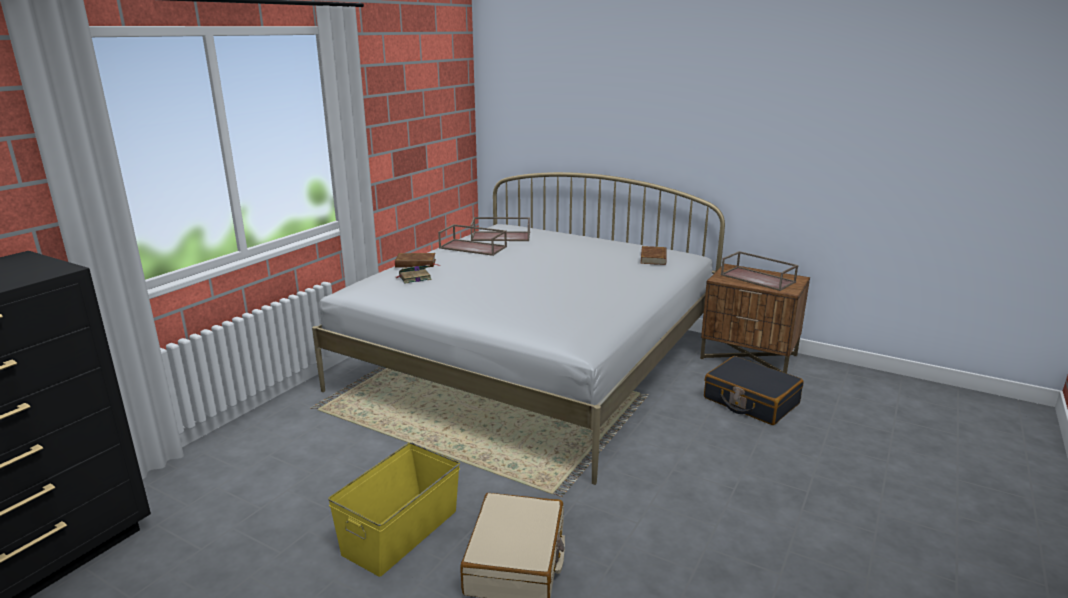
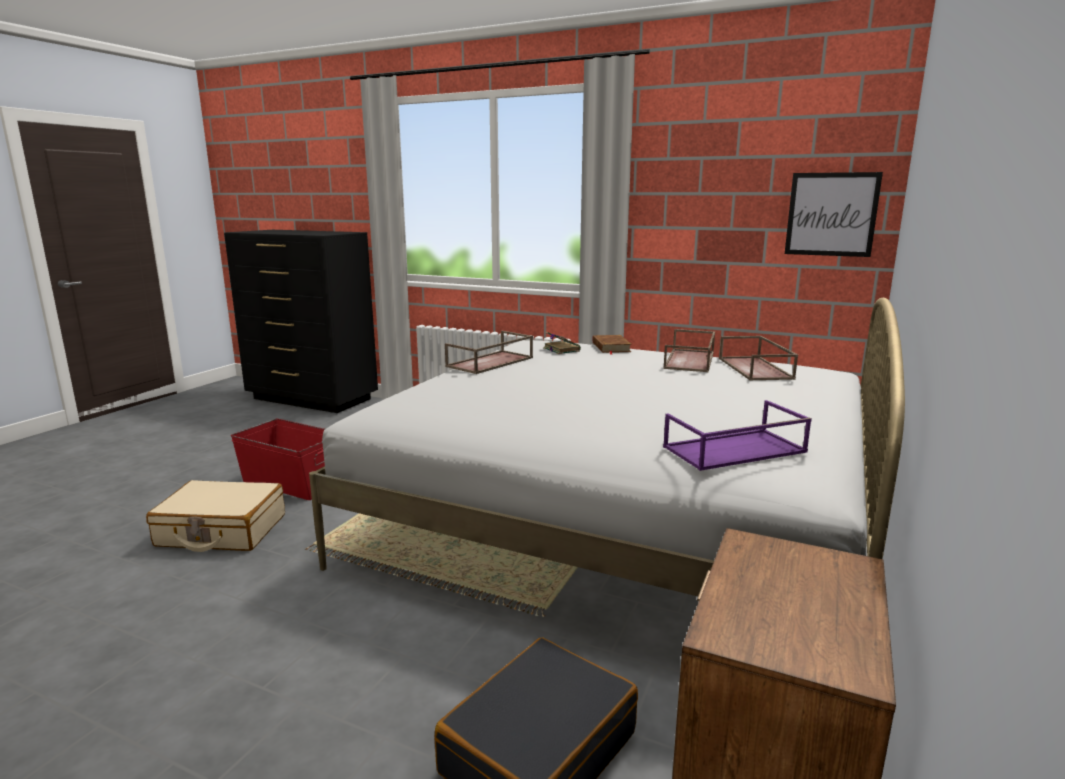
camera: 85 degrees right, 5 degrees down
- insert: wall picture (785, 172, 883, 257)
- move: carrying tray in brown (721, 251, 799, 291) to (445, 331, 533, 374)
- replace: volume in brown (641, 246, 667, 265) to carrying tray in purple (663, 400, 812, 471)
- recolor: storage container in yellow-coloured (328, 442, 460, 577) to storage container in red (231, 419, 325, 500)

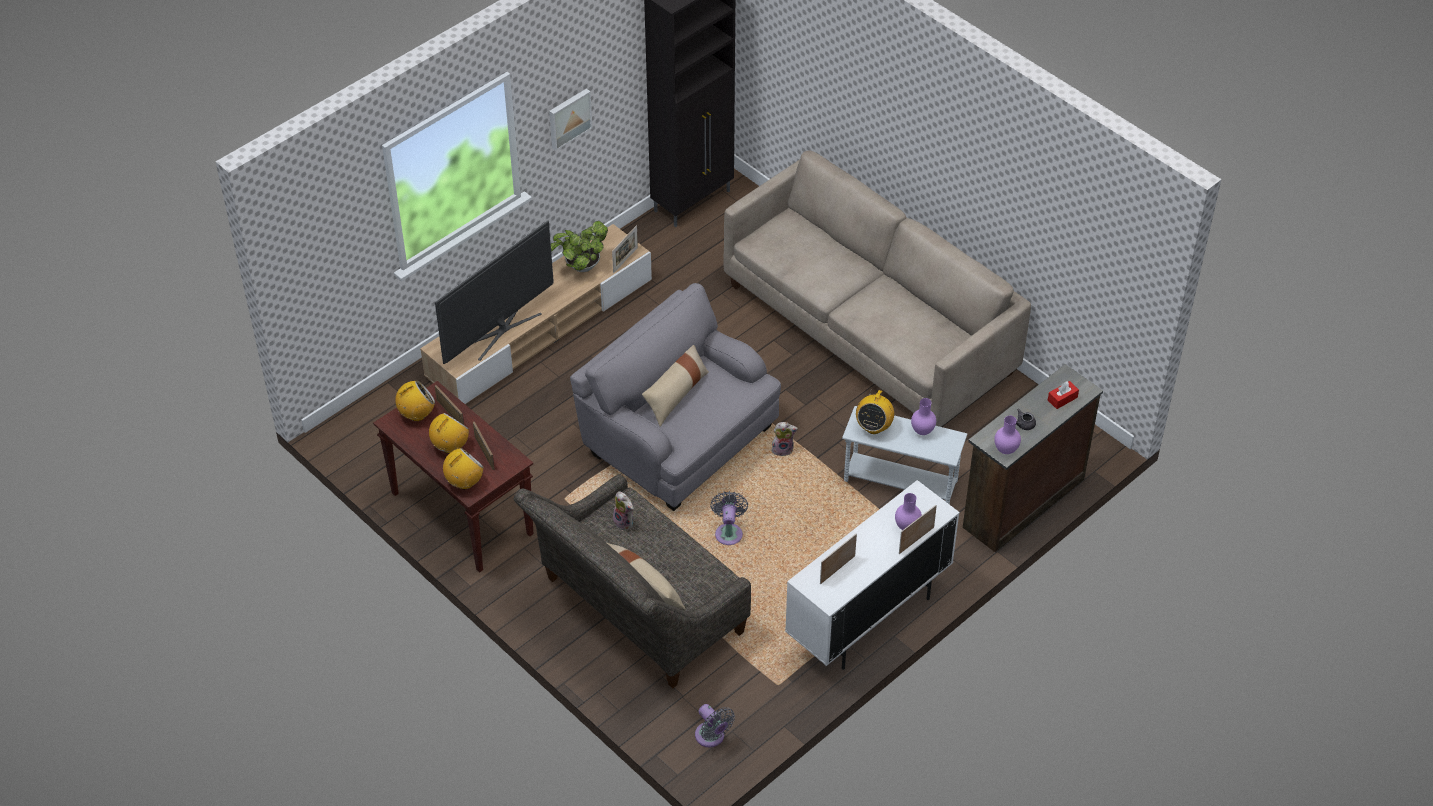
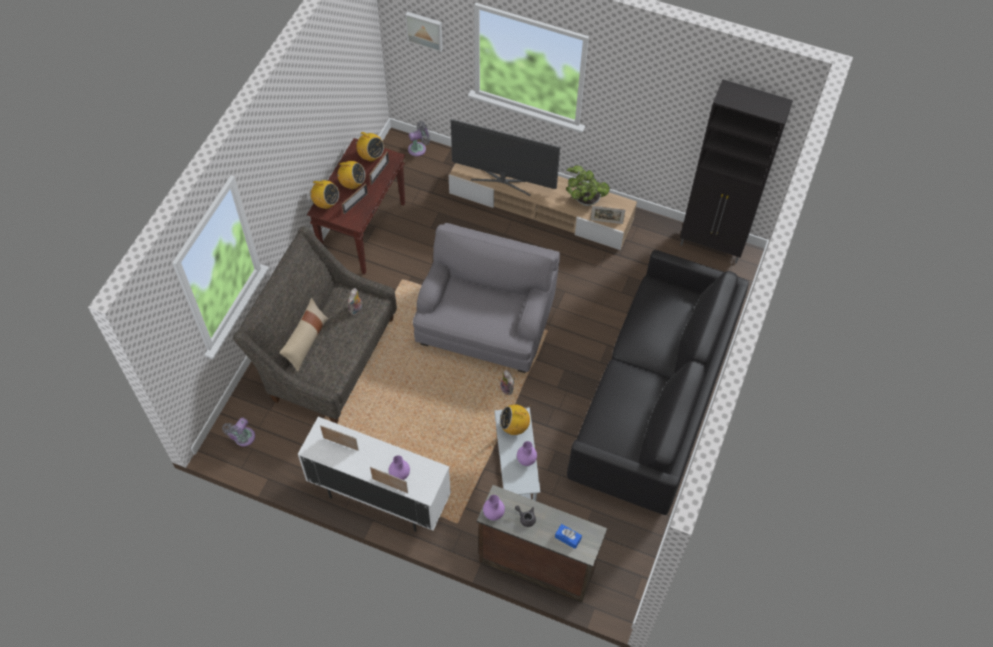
camera: 65 degrees right, 10 degrees up
- delete: cushion in sand-coloured (642, 345, 709, 426)
- move: wall picture (549, 89, 592, 151) to (405, 12, 443, 52)
- move: cooling fan in grey (710, 491, 748, 545) to (408, 121, 430, 156)
- recolor: sofa in sand-coloured (724, 150, 1031, 427) to sofa in blackish (567, 250, 749, 515)
- recolor: box of tissues in red (1048, 381, 1079, 409) to box of tissues in blue-coloured (555, 524, 582, 549)

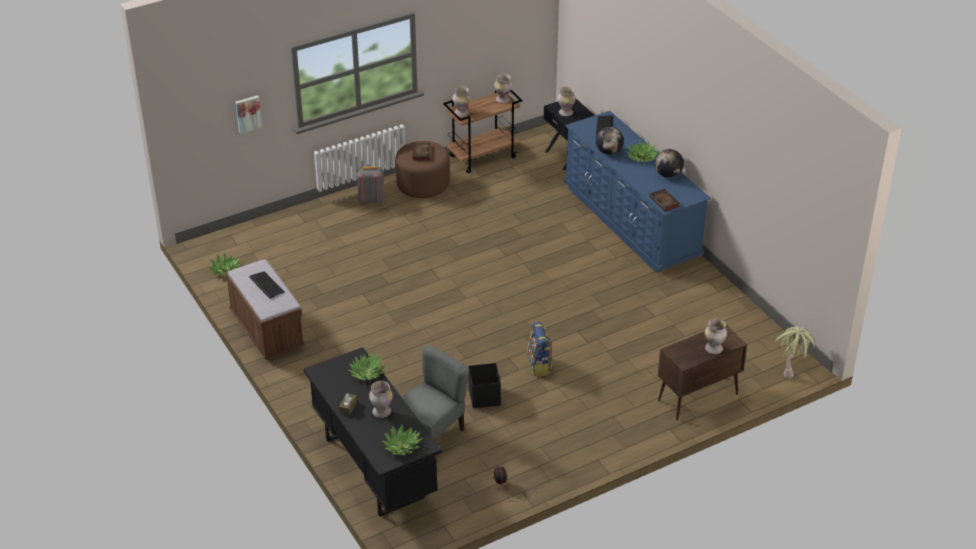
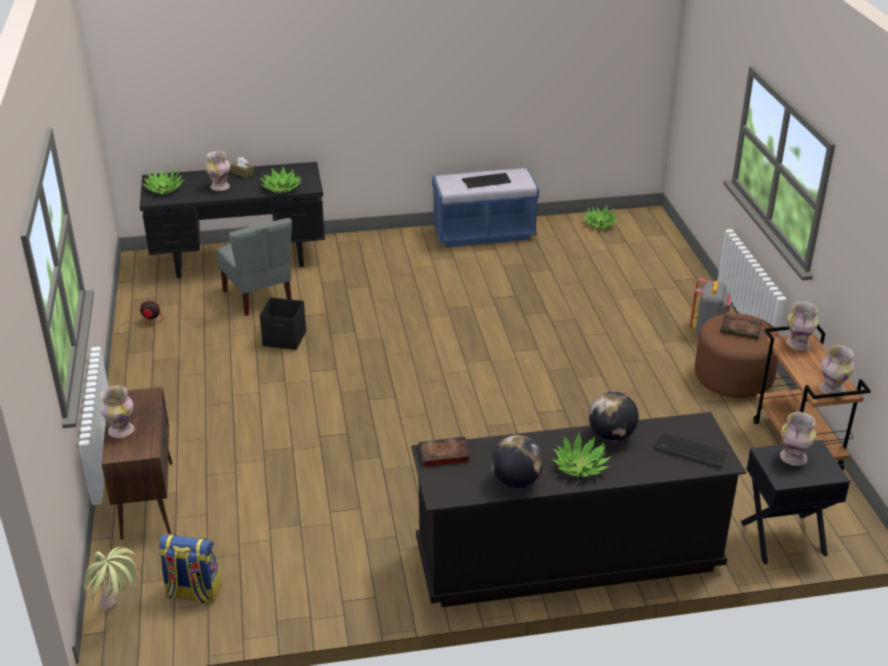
camera: 110 degrees right, 5 degrees down
- delete: wall picture (235, 95, 262, 134)
- move: backpack (527, 322, 553, 377) to (159, 534, 221, 605)
- recolor: bench in brown (225, 259, 305, 360) to bench in blue-coloured (432, 168, 539, 247)
- recolor: chest of drawers in blue-coloured (564, 111, 711, 272) to chest of drawers in blackish (411, 412, 746, 607)

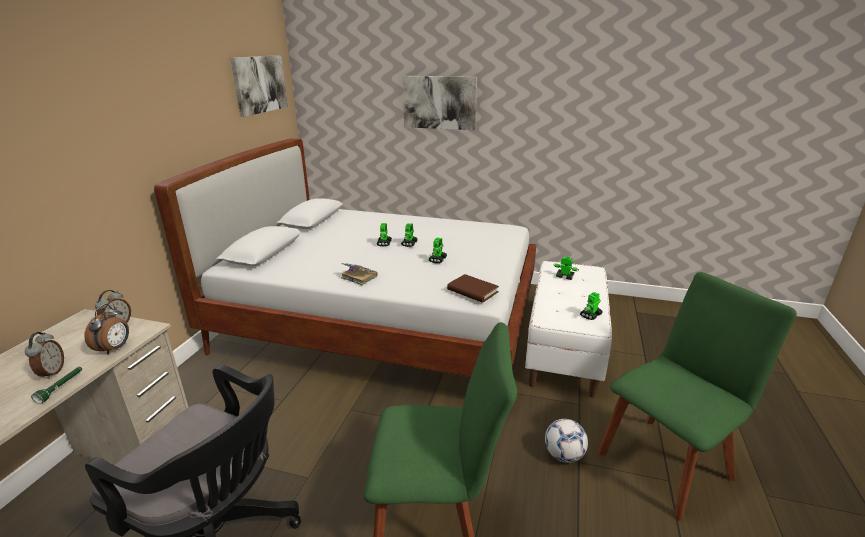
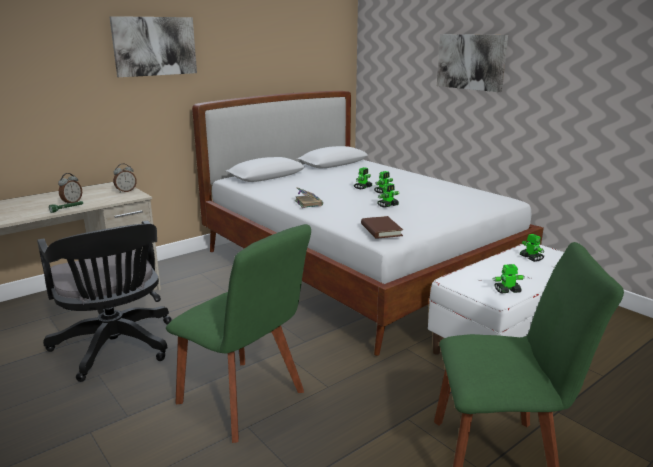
camera: 35 degrees right, 5 degrees down
- delete: alarm clock (84, 304, 129, 355)
- delete: football ball (545, 419, 588, 463)
- move: wall picture (231, 55, 288, 117) to (109, 16, 197, 77)

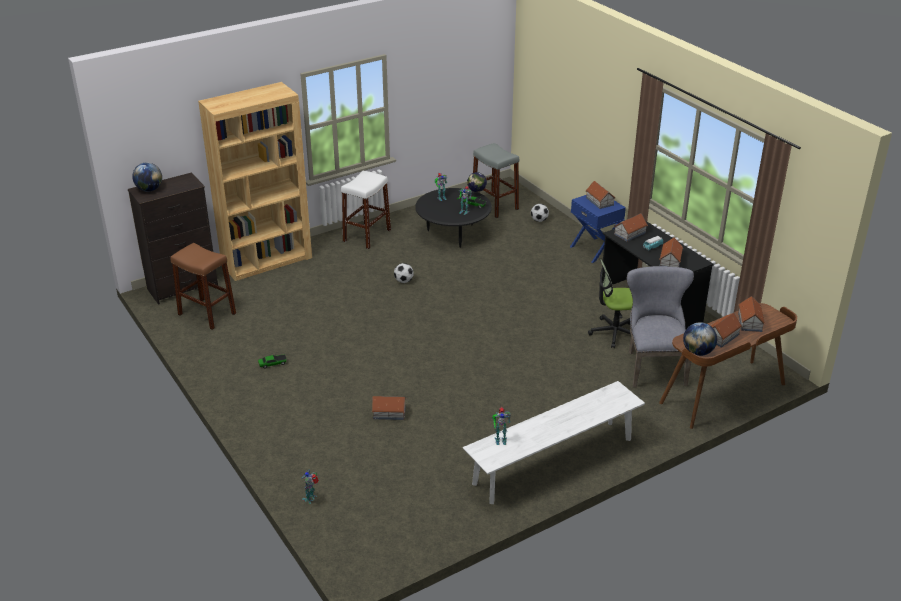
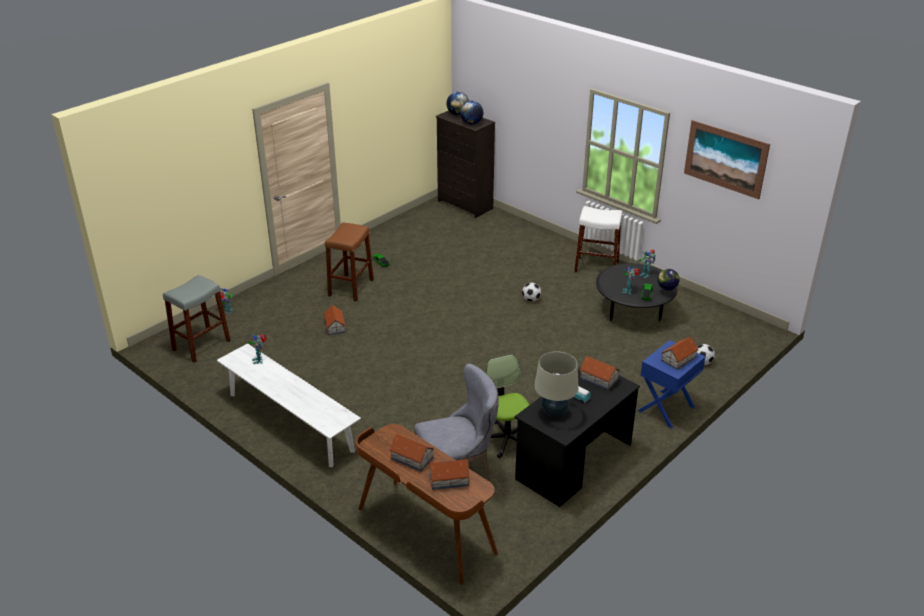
camera: 75 degrees right, 0 degrees up
- delete: bookcase in brown (198, 82, 312, 281)
- insert: wall picture (684, 120, 770, 199)
- move: sitting stool in brown (170, 243, 236, 330) to (325, 223, 374, 302)
- move: sitting stool in grey (473, 143, 519, 218) to (163, 275, 231, 363)
- move: globe (683, 322, 717, 356) to (460, 101, 483, 125)
- replace: model house (659, 238, 683, 267) to table lamp in sand-coloured (534, 351, 579, 417)

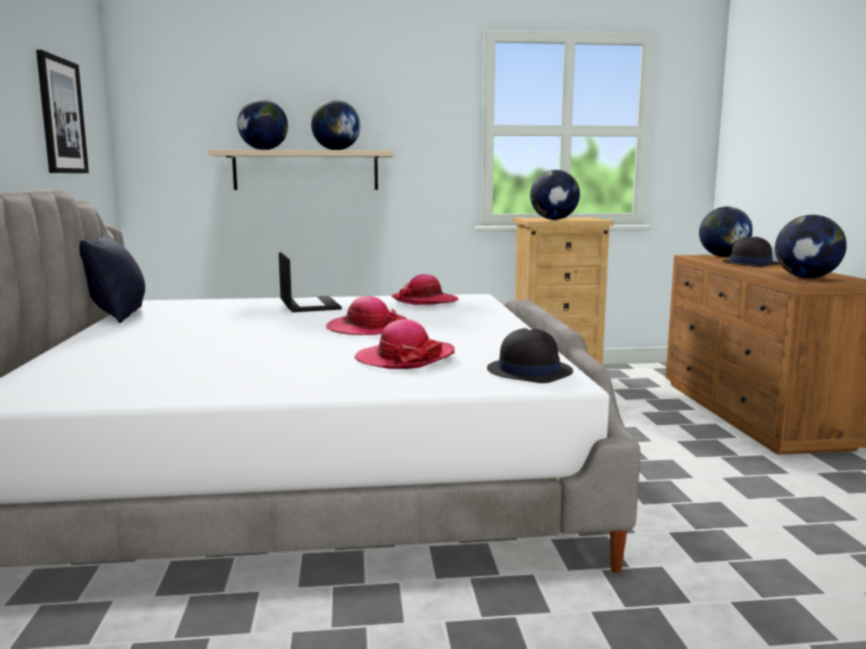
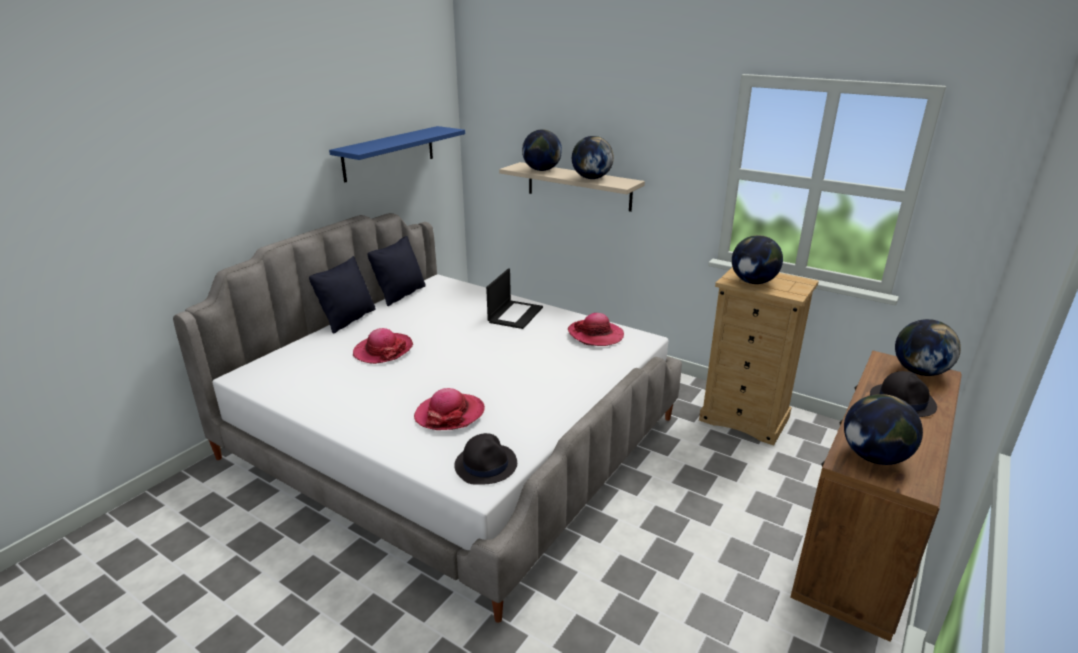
camera: 40 degrees right, 15 degrees up
- insert: cushion in blackish (309, 256, 376, 334)
- move: clothing hat (326, 296, 408, 335) to (353, 328, 413, 364)
- replace: wall picture (36, 50, 89, 173) to bracket shelf in blue-coloured (329, 126, 465, 182)

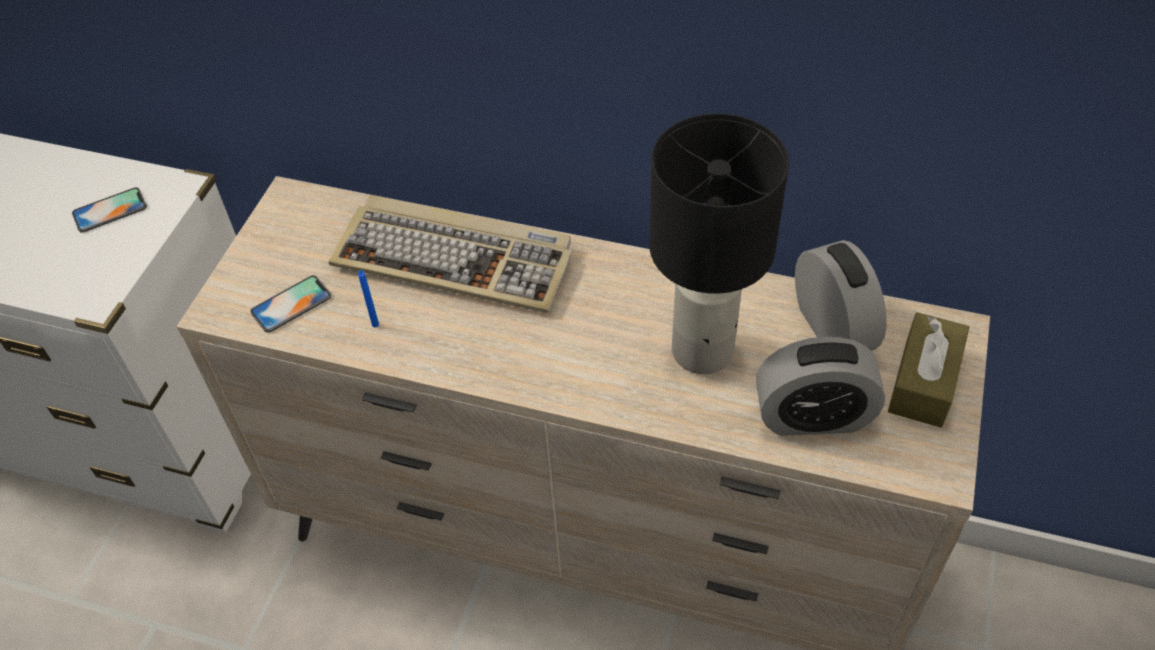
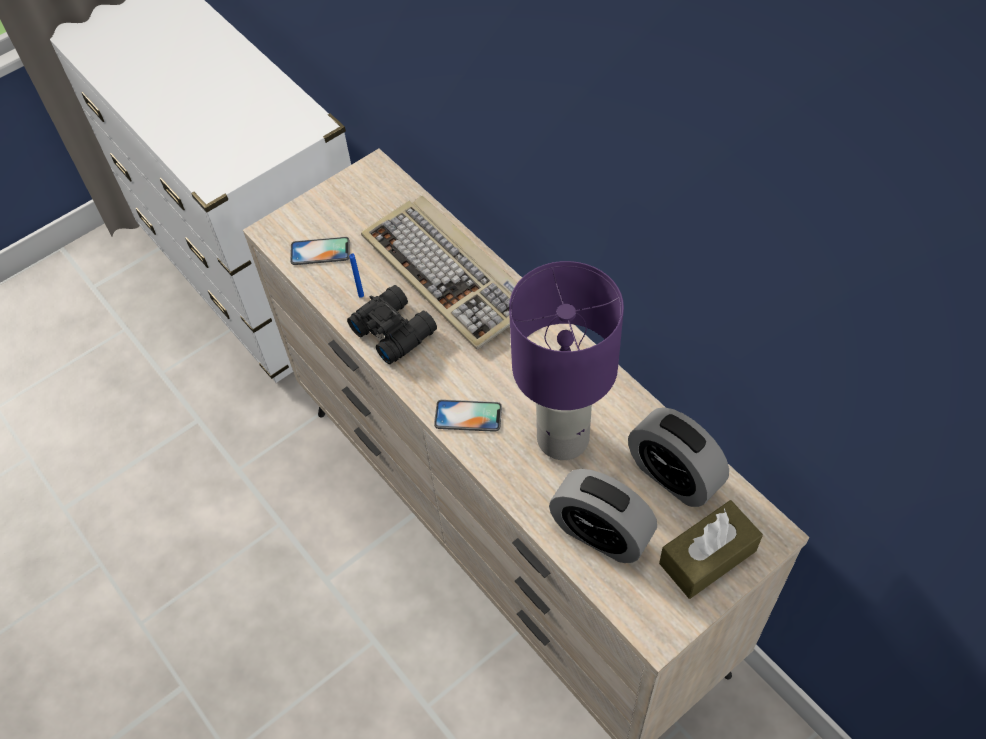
camera: 35 degrees right, 5 degrees up
- insert: field glasses in blackish (347, 285, 437, 364)
- move: telephone (72, 187, 147, 233) to (434, 399, 502, 432)
- recolor: table lamp in blackish (649, 113, 789, 374) to table lamp in purple (509, 261, 624, 460)
- rotate: alarm clock (795, 240, 887, 351) = (628, 407, 729, 507) 120 degrees clockwise

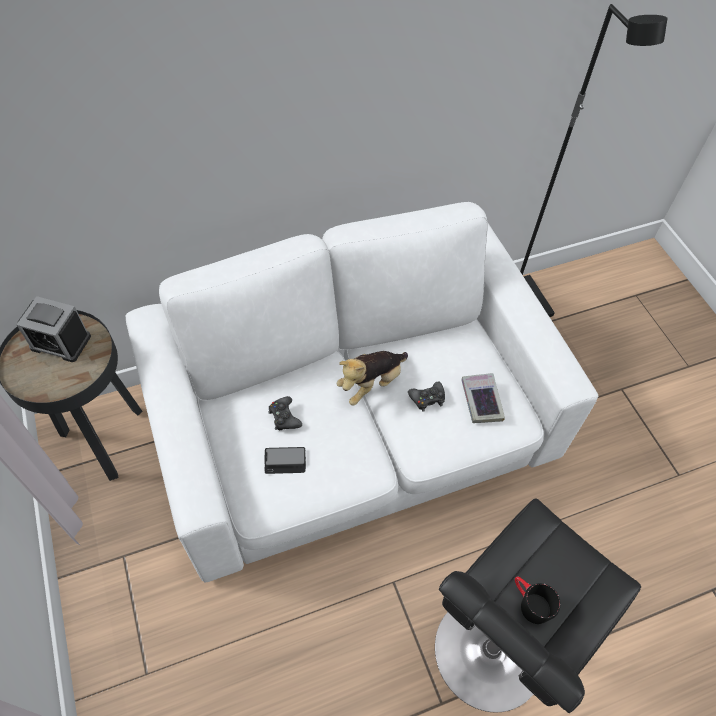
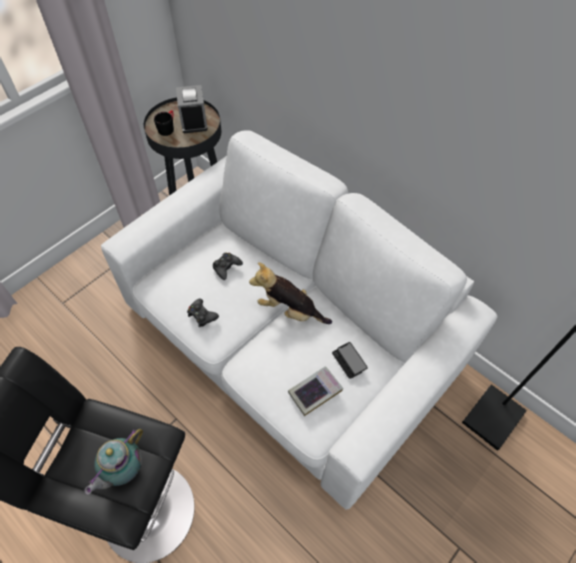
camera: 65 degrees right, 0 degrees up
- insert: tea pot (85, 429, 143, 495)
- move: telephone (264, 447, 306, 474) to (332, 342, 368, 379)
- move: game controller in blackish (408, 382, 445, 412) to (187, 298, 219, 327)
- move: tea mug in blackish (515, 577, 561, 624) to (154, 110, 174, 136)

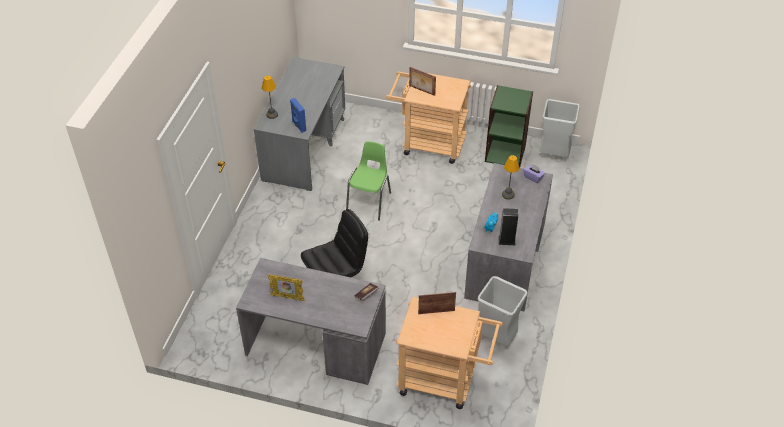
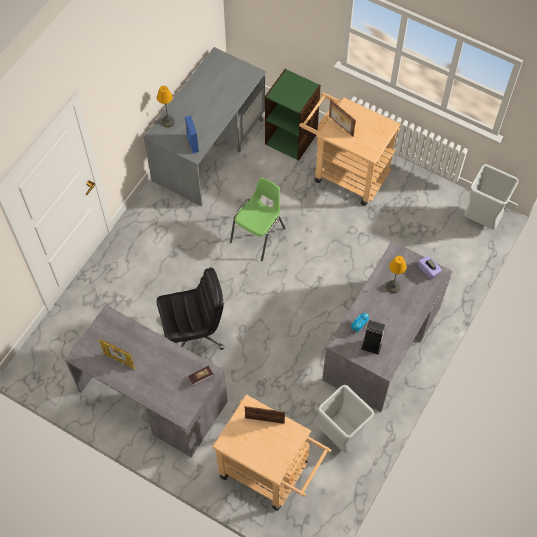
camera: 15 degrees right, 15 degrees up
- move: bookcase in green (485, 85, 533, 168) to (265, 69, 321, 161)

